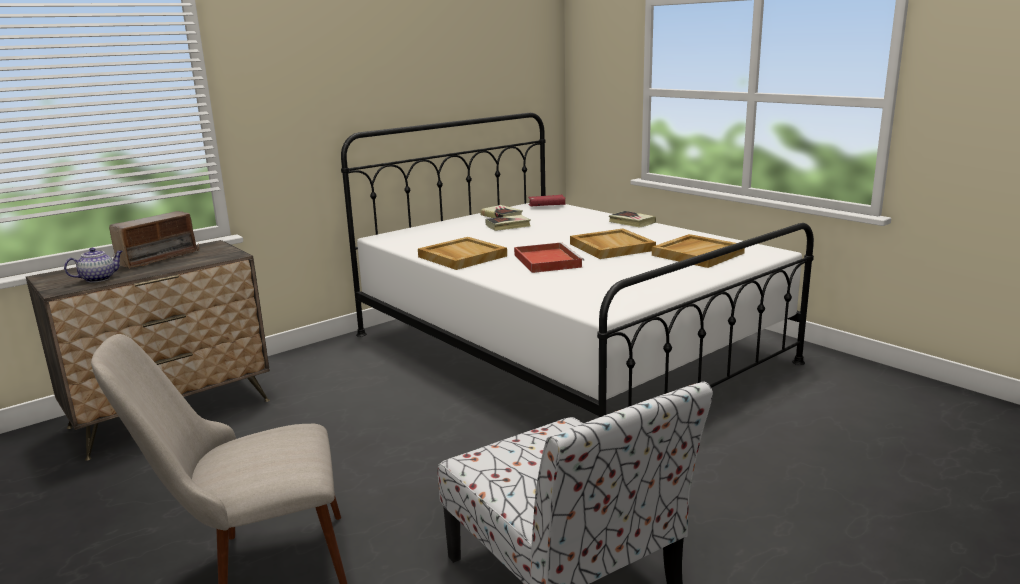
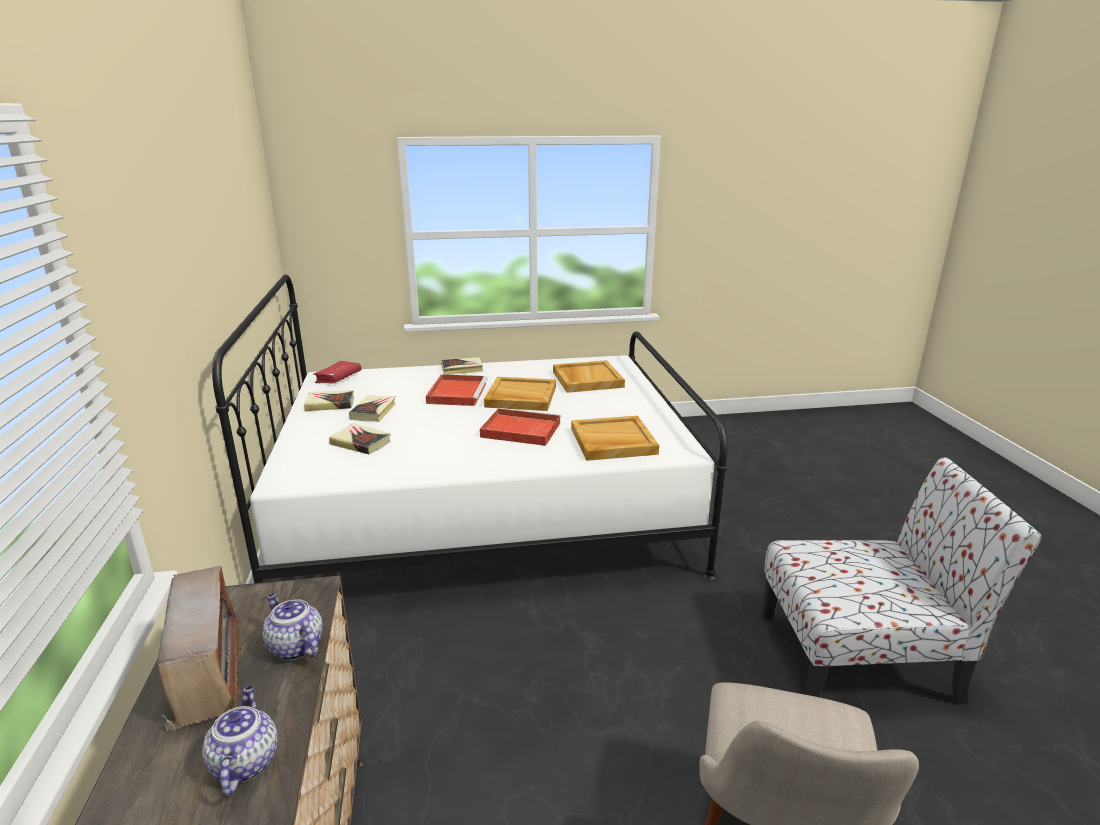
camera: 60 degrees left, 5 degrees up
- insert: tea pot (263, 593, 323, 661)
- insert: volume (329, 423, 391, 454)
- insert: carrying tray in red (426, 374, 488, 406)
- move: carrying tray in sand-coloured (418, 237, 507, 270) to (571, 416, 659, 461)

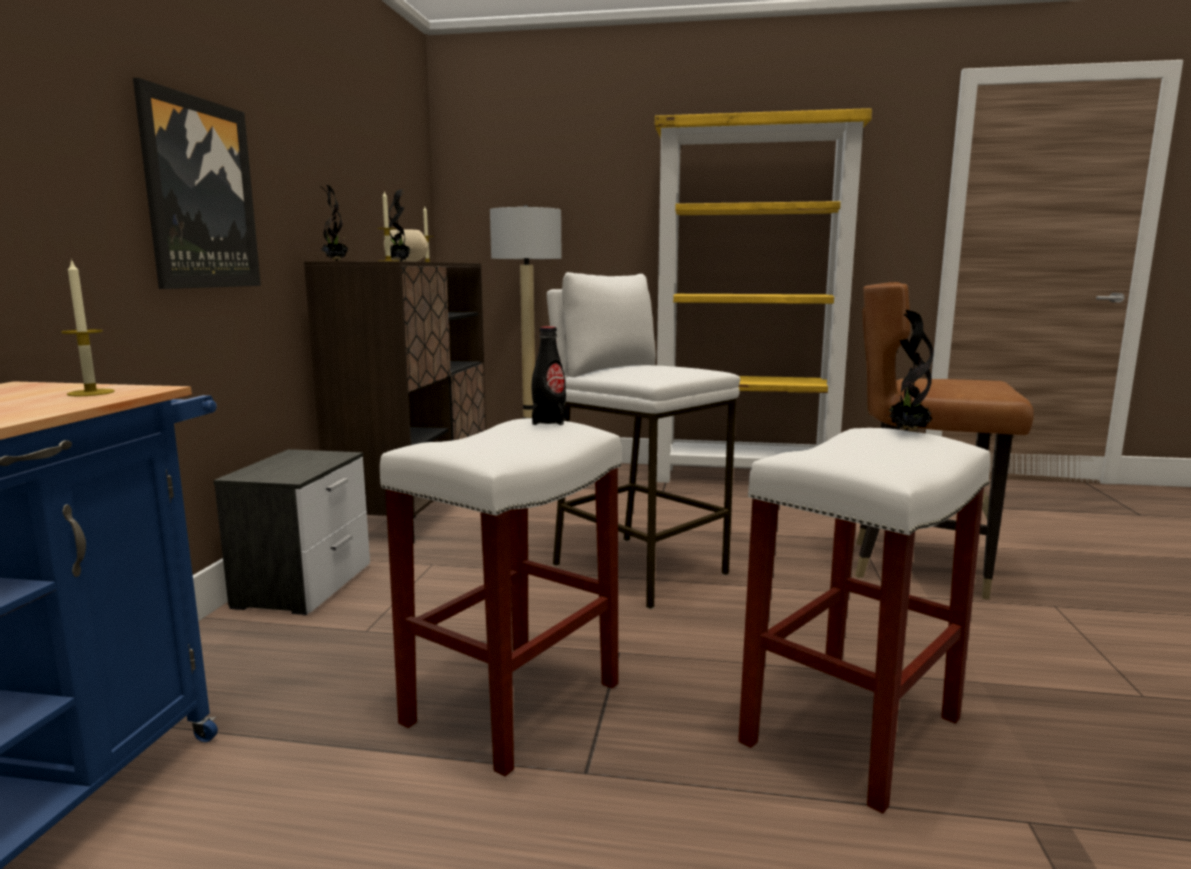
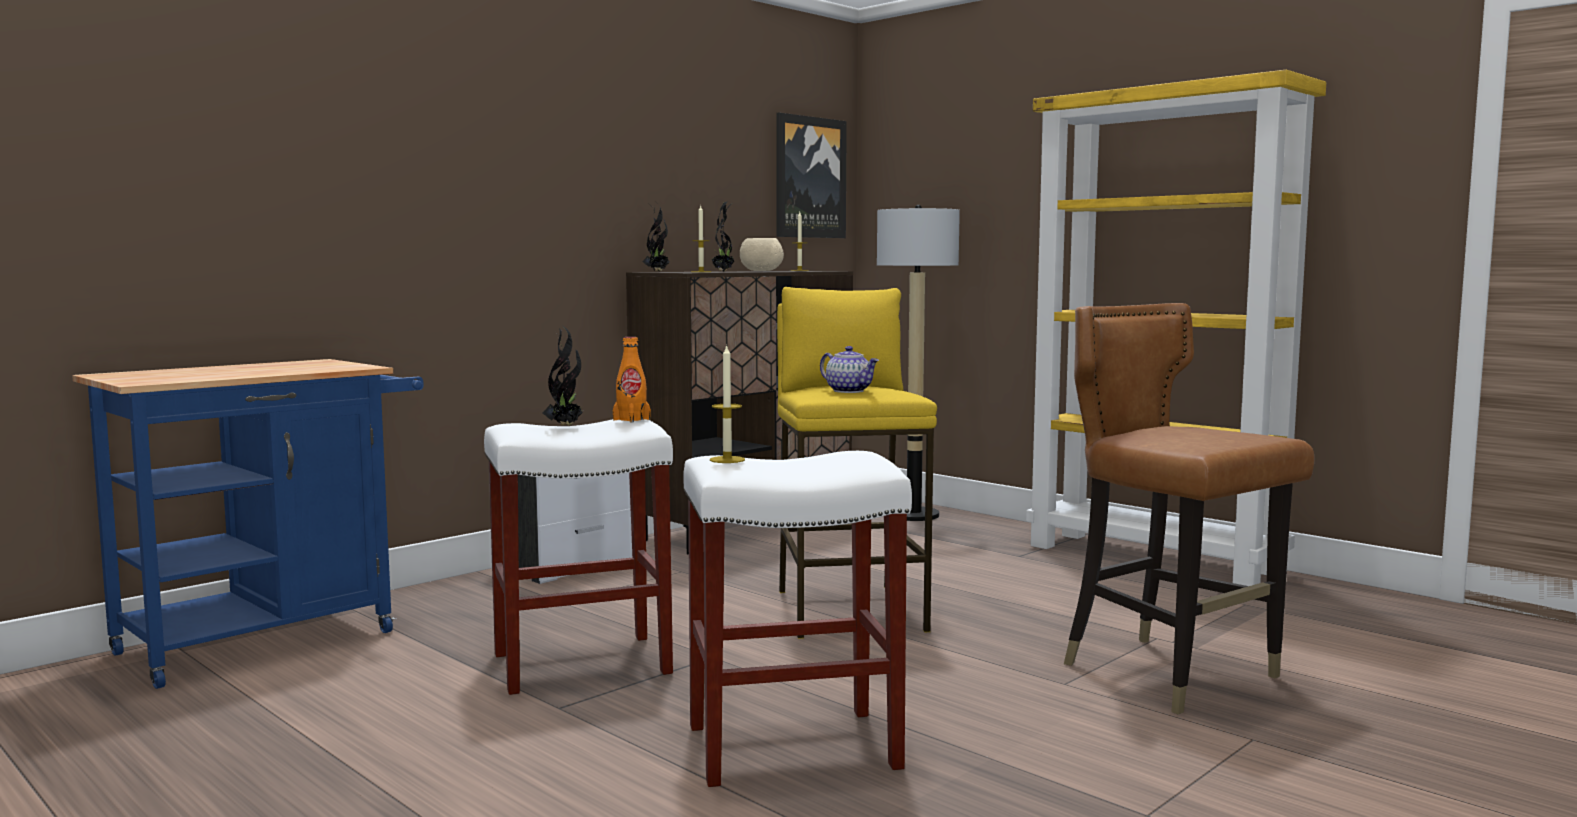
camera: 35 degrees right, 5 degrees down
- insert: tea pot (820, 346, 879, 393)
- move: wax candle (61, 259, 115, 396) to (710, 344, 745, 463)
- move: wall picture (133, 78, 261, 289) to (776, 113, 847, 238)
- move: potted plant (885, 310, 934, 431) to (543, 325, 583, 426)
- recolor: bottle in blackish (531, 326, 566, 425) to bottle in orange-coloured (613, 337, 651, 422)
- recolor: sitting stool in white (547, 272, 740, 609) to sitting stool in yellow-coloured (777, 287, 937, 639)

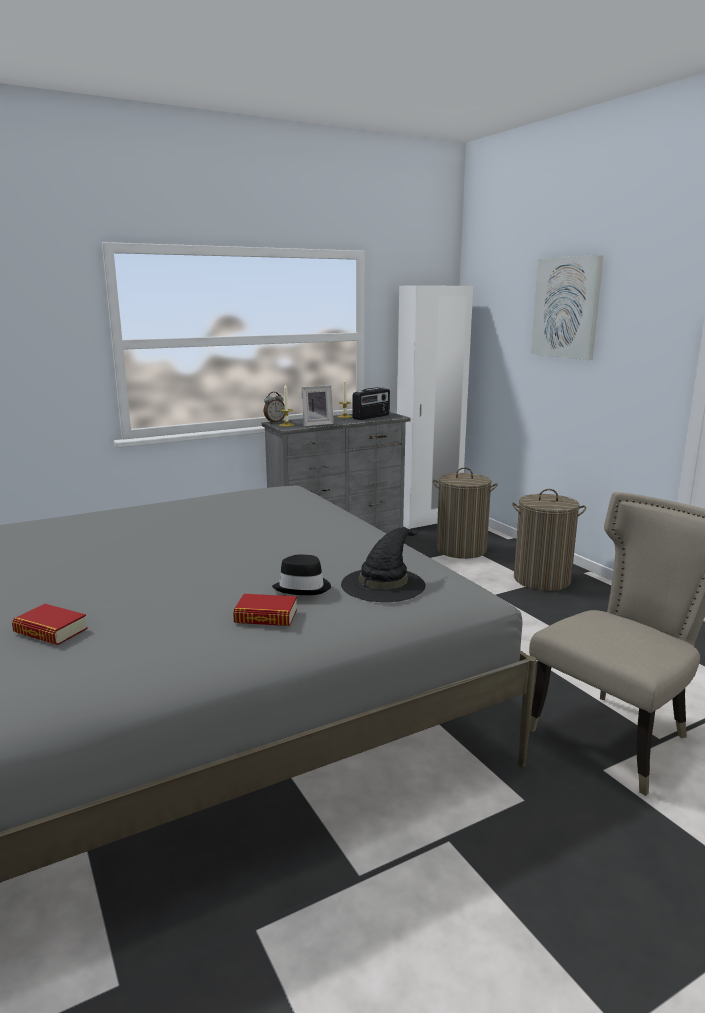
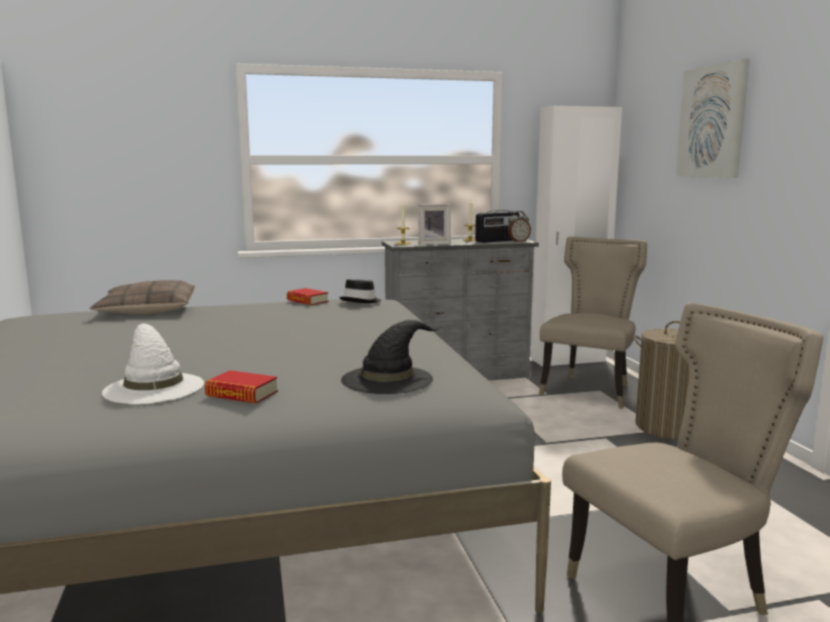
camera: 15 degrees right, 5 degrees down
- insert: cushion (90, 280, 195, 314)
- insert: clothing hat in white (102, 323, 204, 404)
- move: volume (12, 604, 88, 645) to (287, 288, 329, 305)
- move: alarm clock (264, 392, 285, 423) to (508, 211, 531, 242)
- move: clothing hat in blackish (272, 554, 331, 595) to (339, 279, 381, 303)
- replace: washing basket (433, 467, 498, 559) to chair in sand-coloured (539, 236, 647, 409)

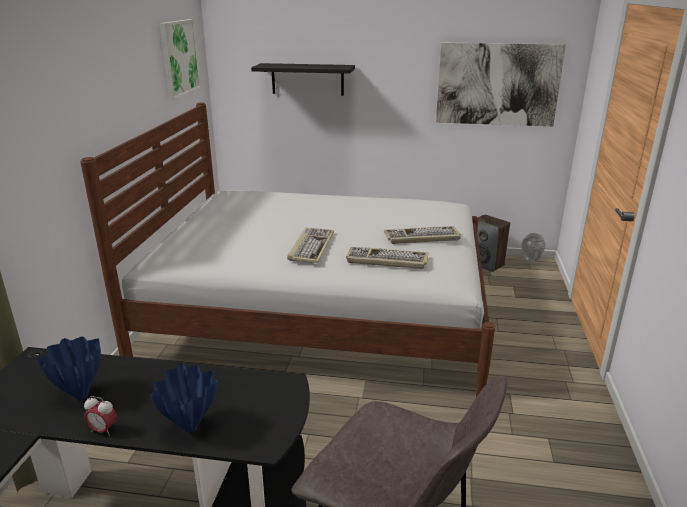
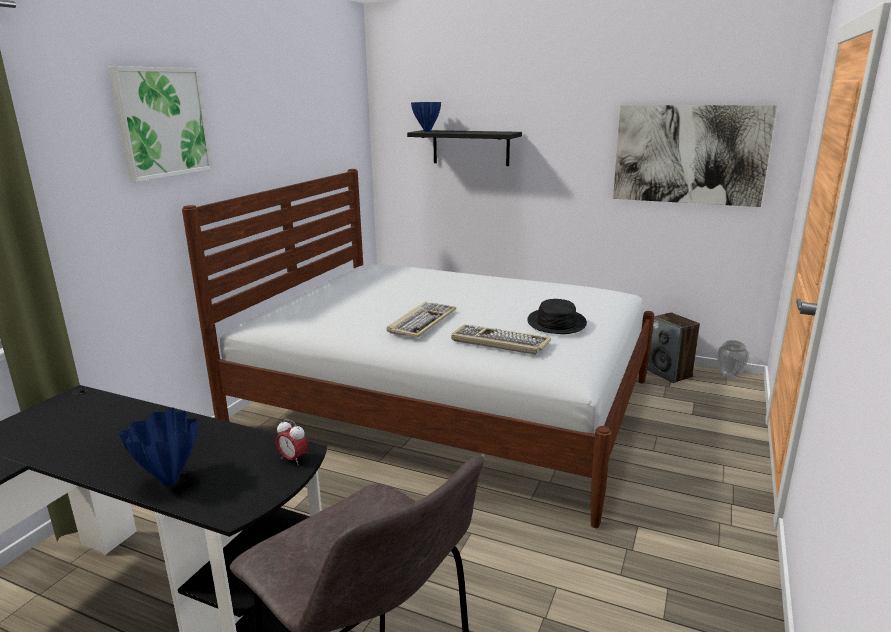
camera: 15 degrees right, 5 degrees down
- move: vase in blue-coloured (37, 337, 101, 400) to (411, 102, 441, 132)
- move: alarm clock (84, 396, 117, 436) to (276, 419, 308, 465)
- move: wall picture (160, 19, 201, 100) to (108, 66, 213, 182)
- replace: keyboard (384, 226, 461, 244) to clothing hat in blackish (527, 299, 587, 334)

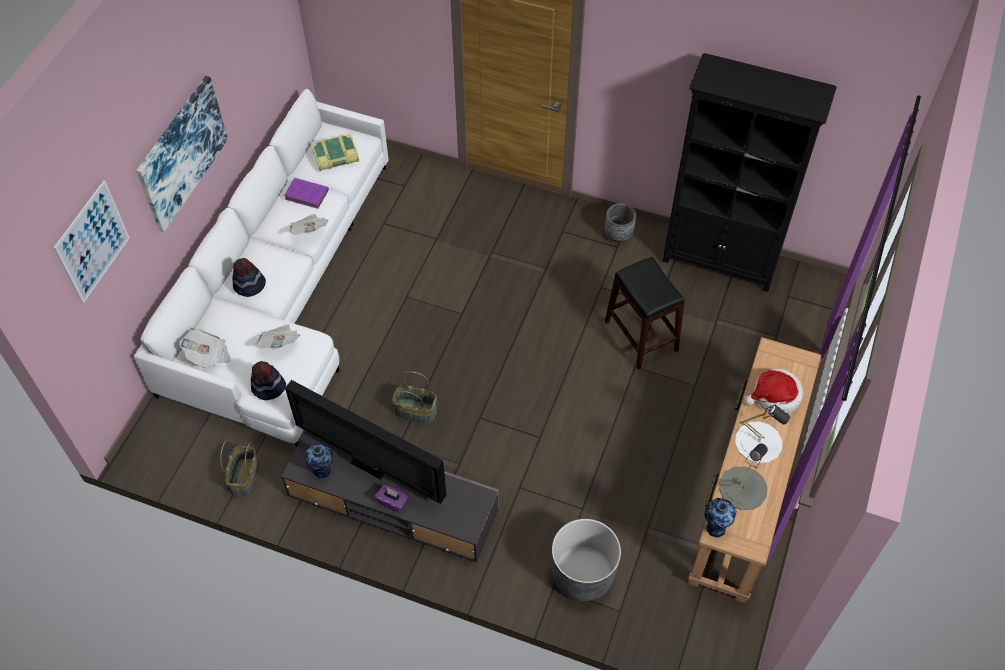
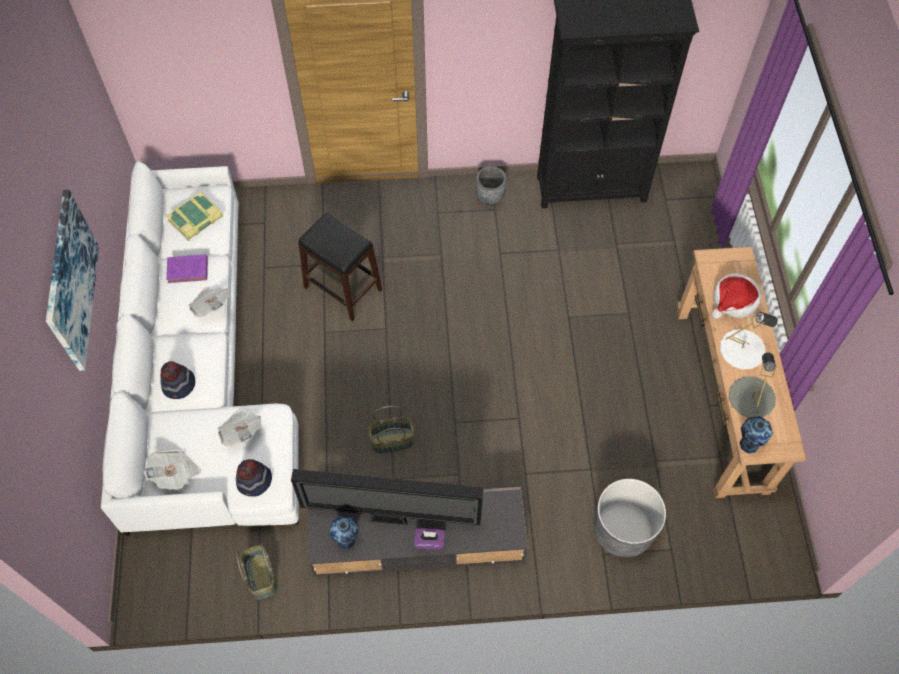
camera: 25 degrees left, 5 degrees up
- delete: wall picture (53, 180, 130, 304)
- move: sitting stool in blackish (605, 257, 685, 369) to (298, 213, 382, 321)

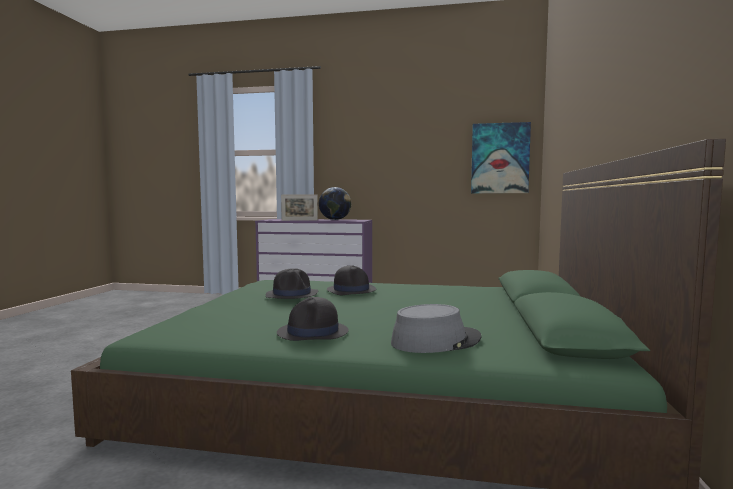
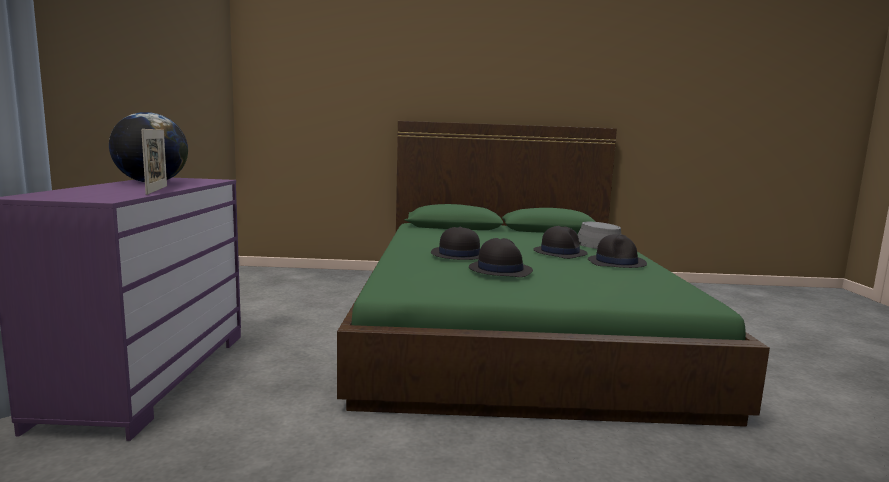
camera: 100 degrees left, 5 degrees up
- delete: wall picture (471, 122, 531, 193)
- insert: clothing hat in blackish (533, 226, 588, 259)

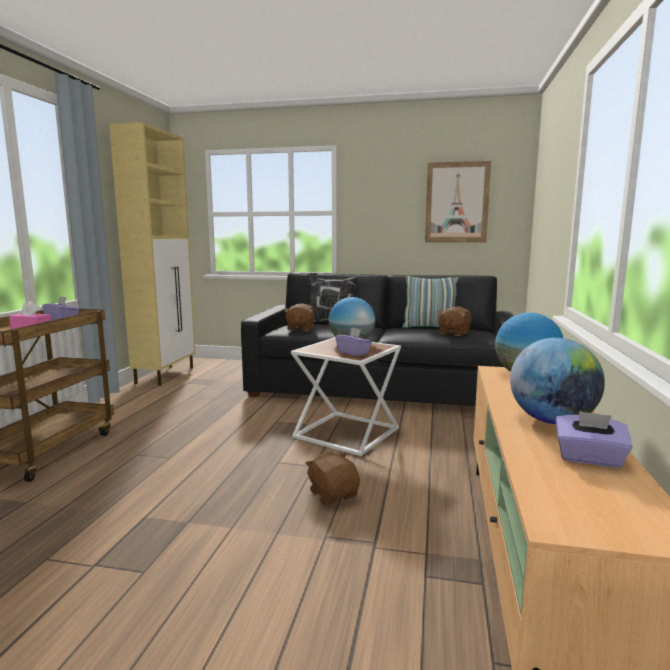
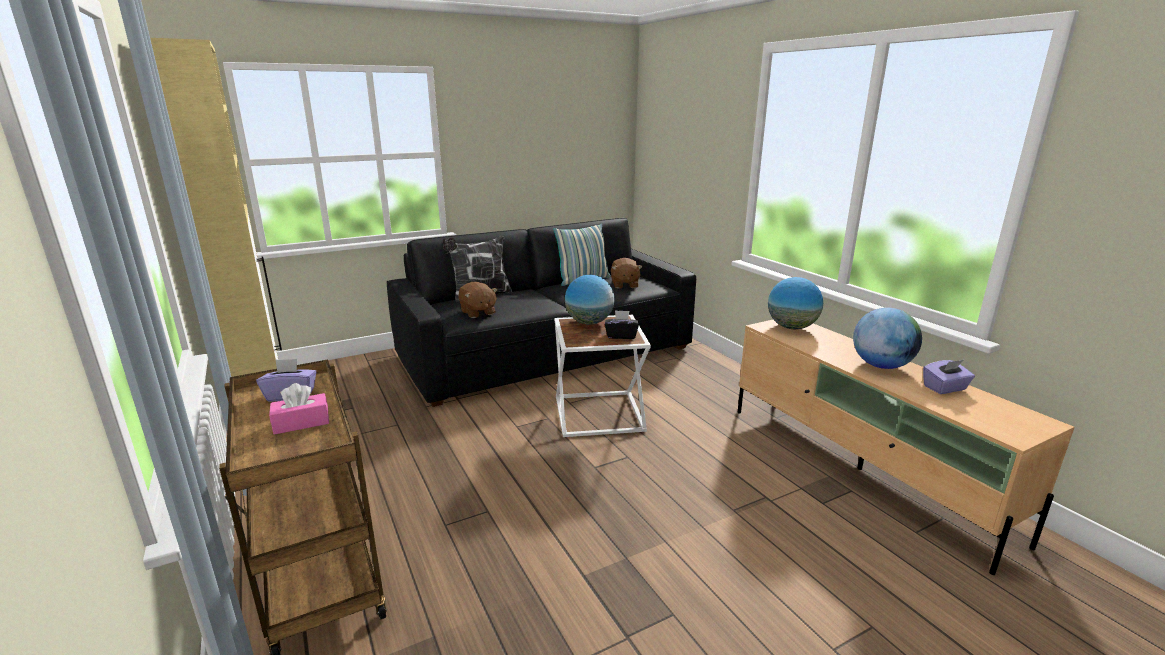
camera: 40 degrees left, 10 degrees up
- delete: soft toy in brown (305, 452, 360, 505)
- delete: wall picture (425, 161, 491, 242)
- recolor: box of tissues in purple (335, 327, 372, 356) to box of tissues in blackish (605, 310, 639, 339)

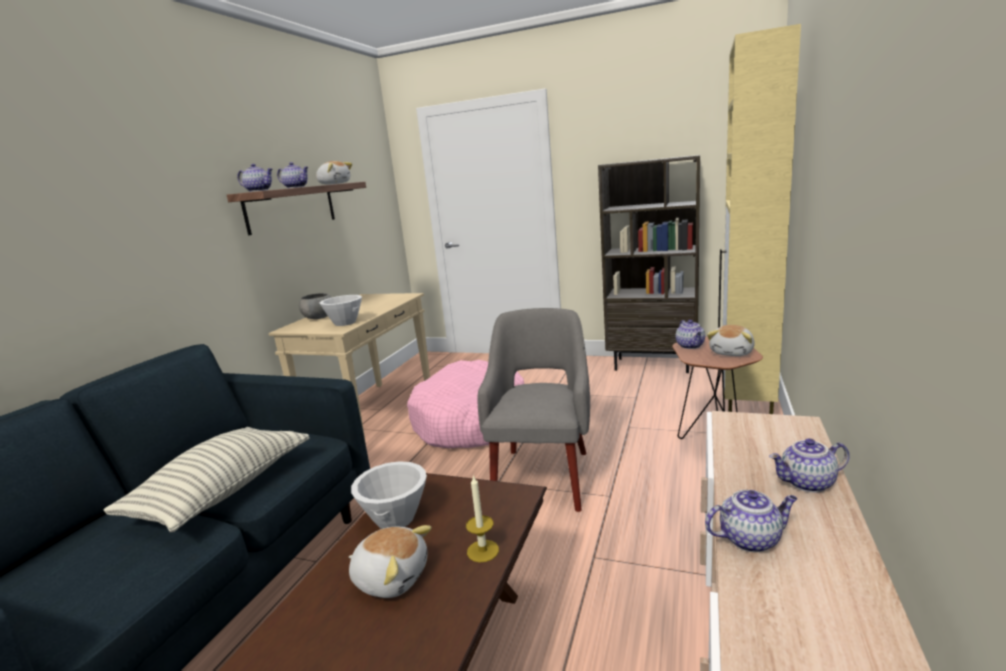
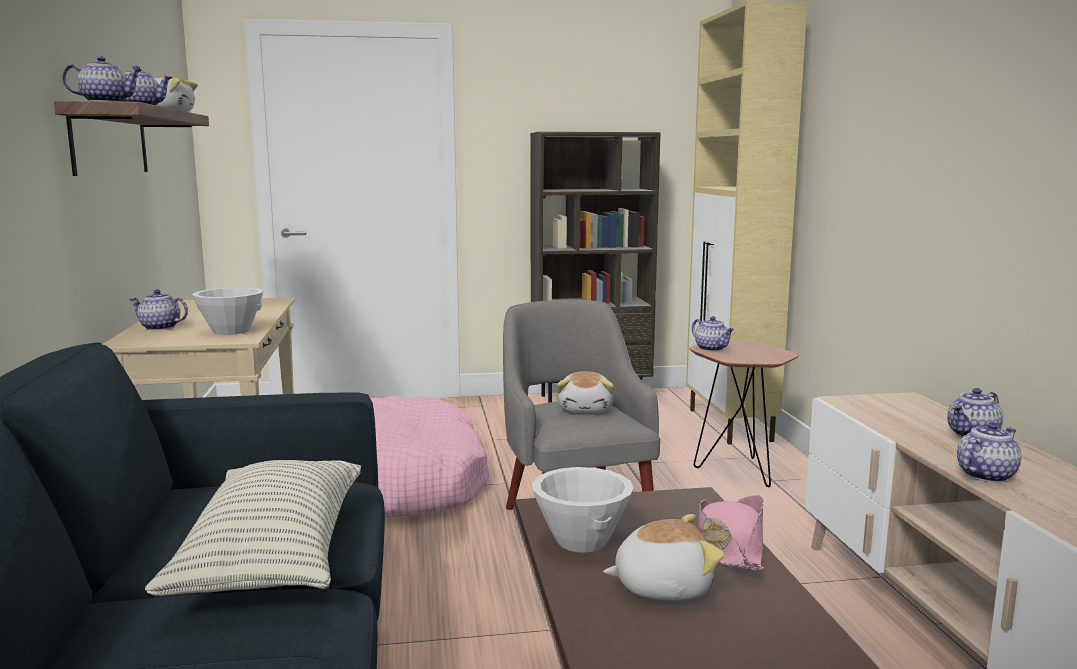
camera: 30 degrees left, 5 degrees down
- move: soft toy (707, 325, 755, 356) to (557, 371, 614, 413)
- replace: bowl in grey (299, 293, 332, 319) to tea pot (129, 290, 188, 330)
- replace: wax candle (466, 475, 499, 563) to clothing hat in pink-coloured (698, 495, 763, 570)

